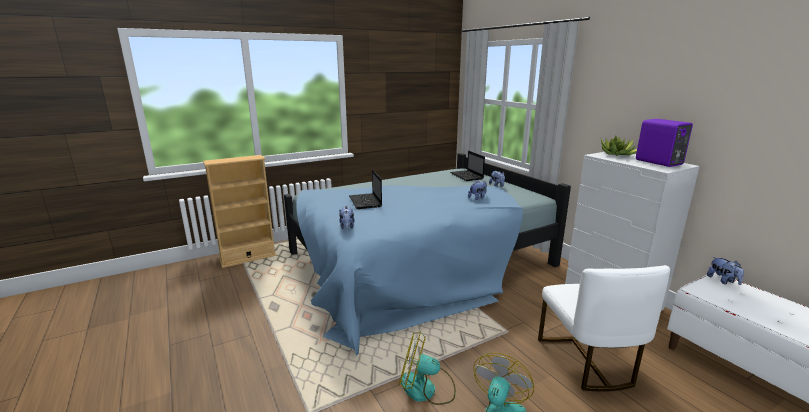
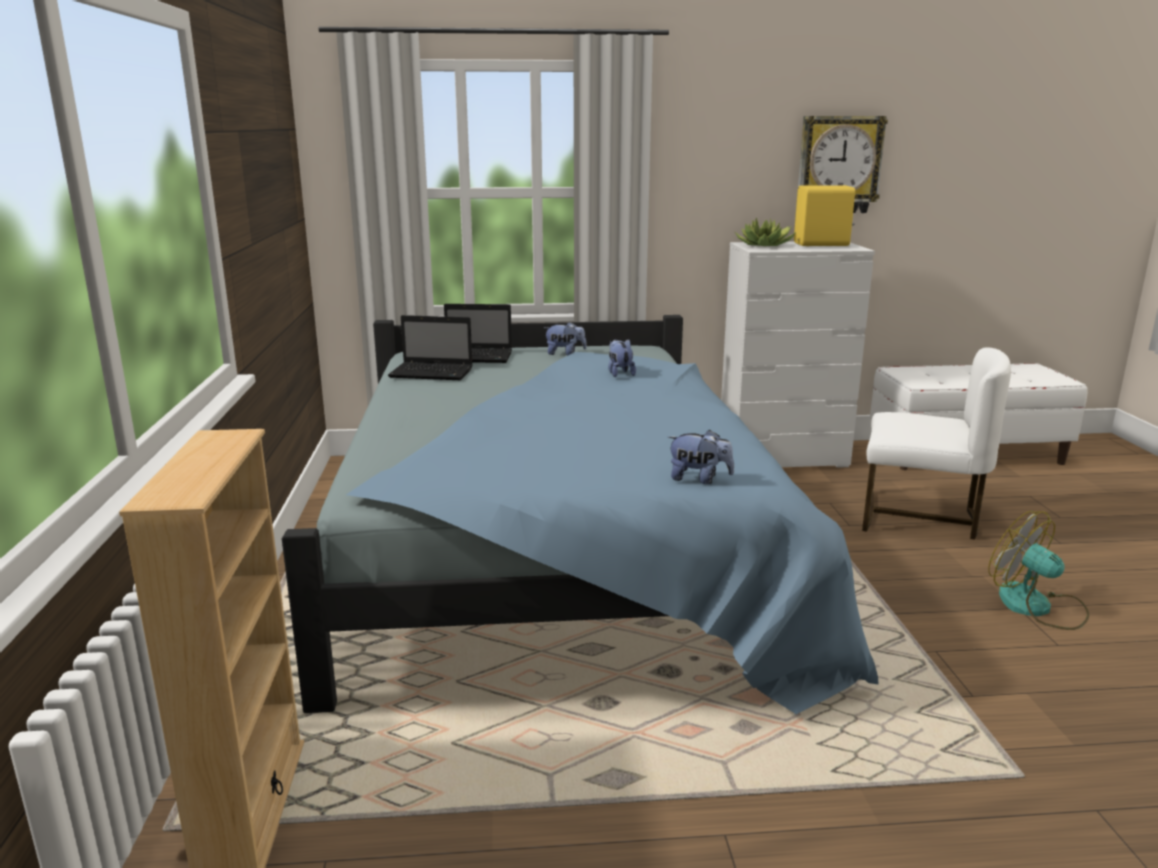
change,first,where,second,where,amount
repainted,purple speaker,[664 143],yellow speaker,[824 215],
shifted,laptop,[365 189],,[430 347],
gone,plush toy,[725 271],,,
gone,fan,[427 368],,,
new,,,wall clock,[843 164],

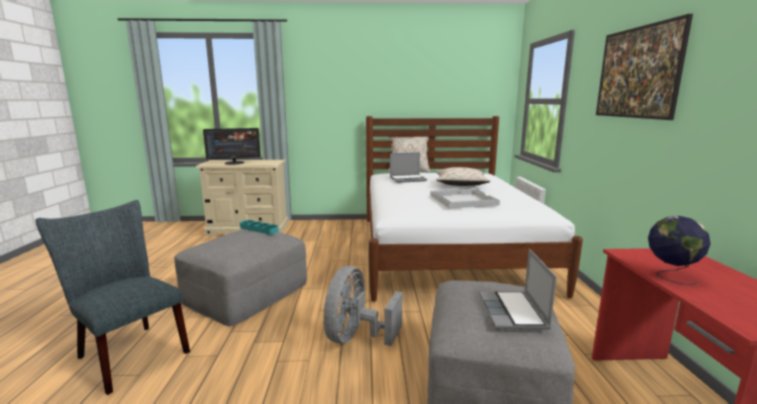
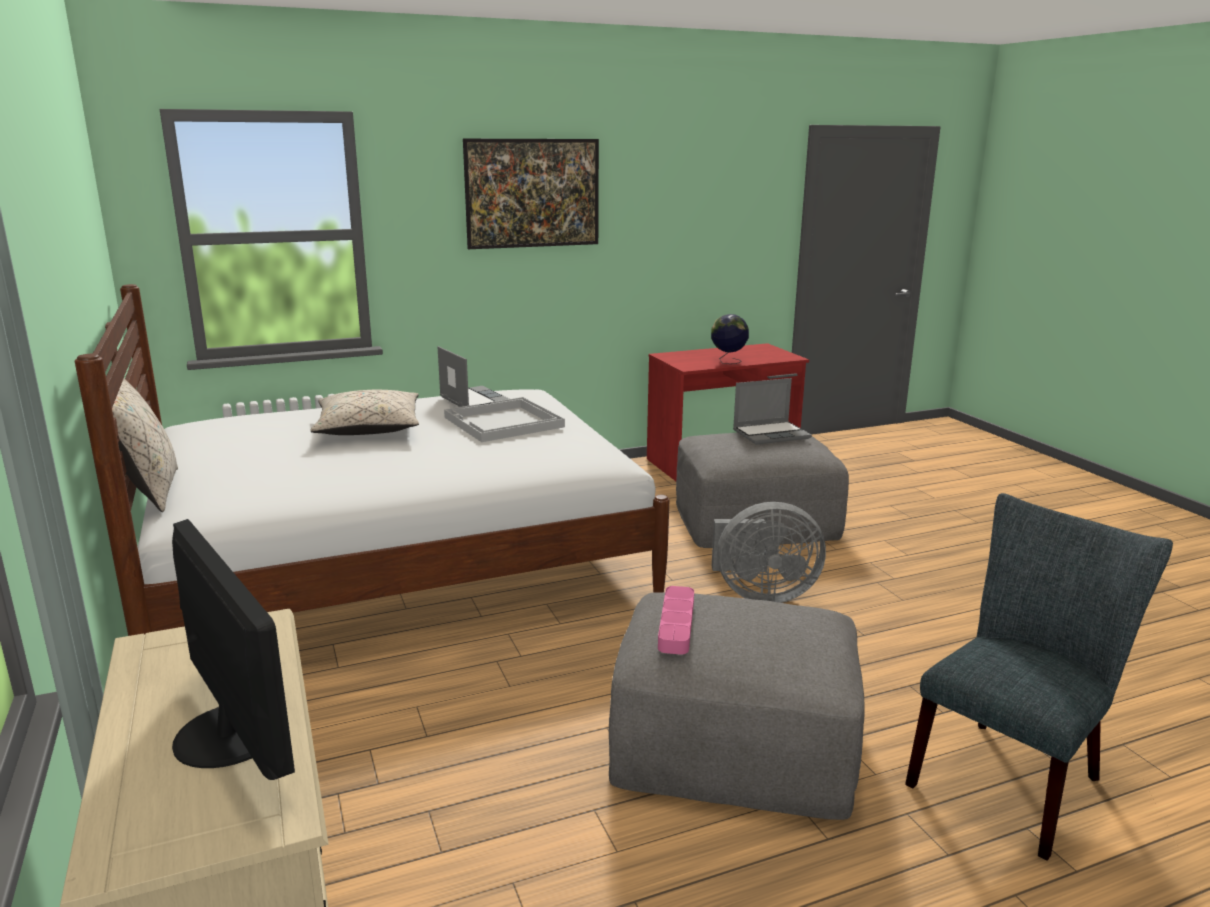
change,first,where,second,where,amount
shifted,laptop,[408 167],,[473 376],
rotated,grey chair,[112 297],,[1039 677],150 degrees counterclockwise
repainted,turquoise tray,[259 227],pink tray,[676 620],

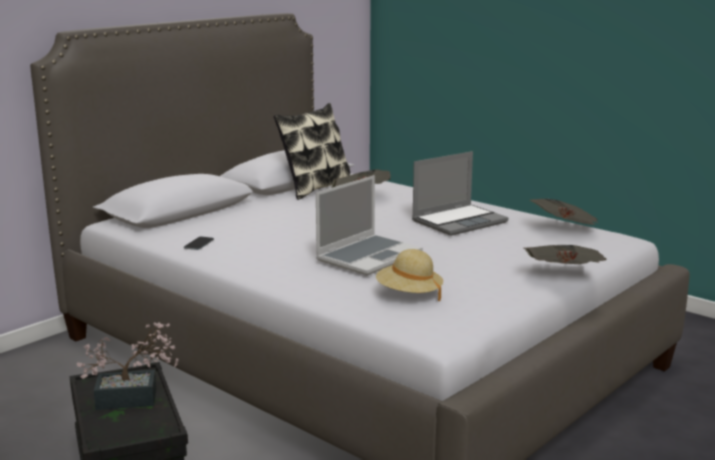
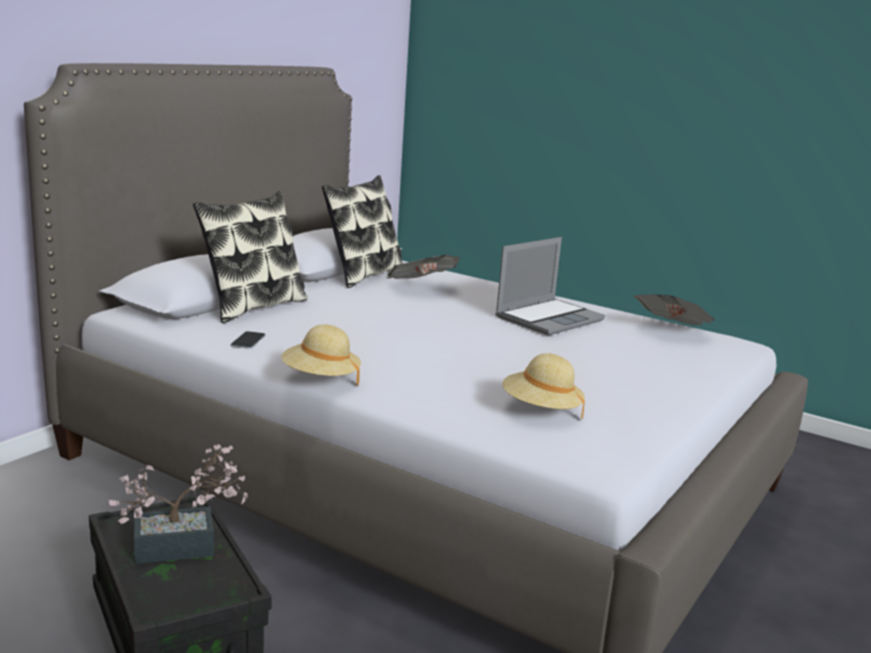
change,first,where,second,where,amount
gone,laptop,[369 225],,,
gone,newspaper,[565 254],,,
new,,,pillow,[250 257],
new,,,beige hat,[321 354],

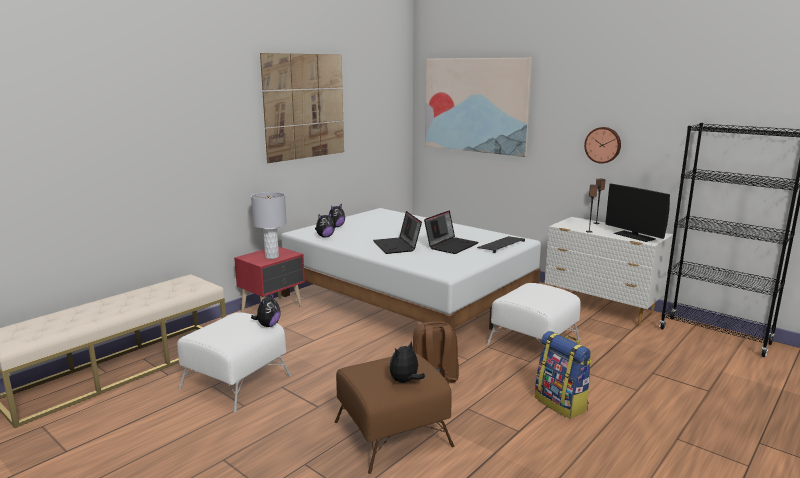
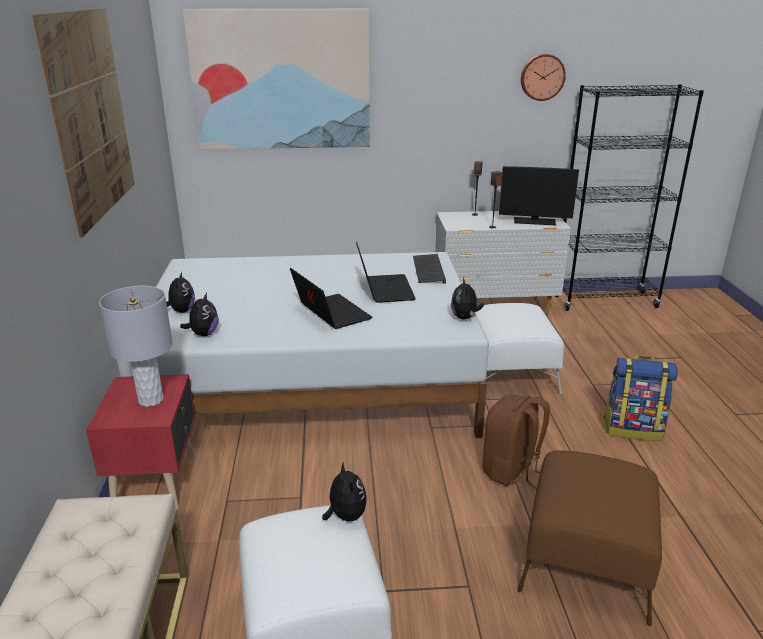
change,first,where,second,where,amount
shifted,wall clock,[602 145],,[543 77],
rotated,laptop,[397 232],,[331 298],150 degrees counterclockwise
shifted,plush toy,[407 362],,[467 299],

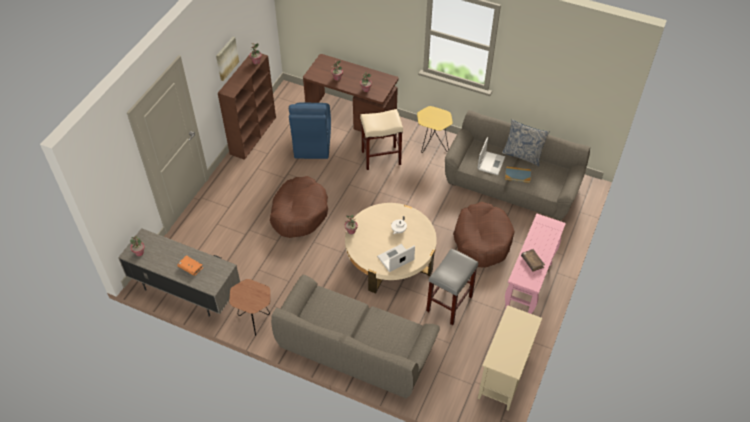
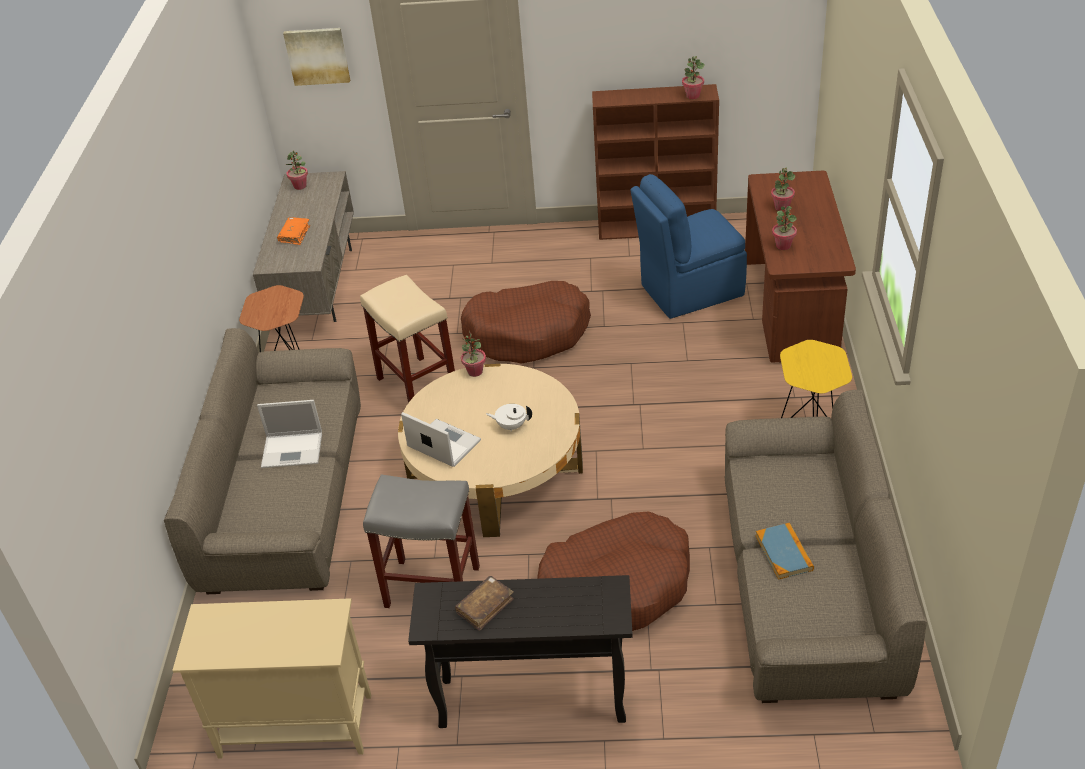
change,first,where,second,where,amount
shifted,picture,[227 59],,[316 57],
shifted,beige stool,[381 139],,[407 339],
gone,pillow,[526 142],,,
shifted,laptop,[491 156],,[289 434],
repainted,pink console table,[534 263],black console table,[520 651],

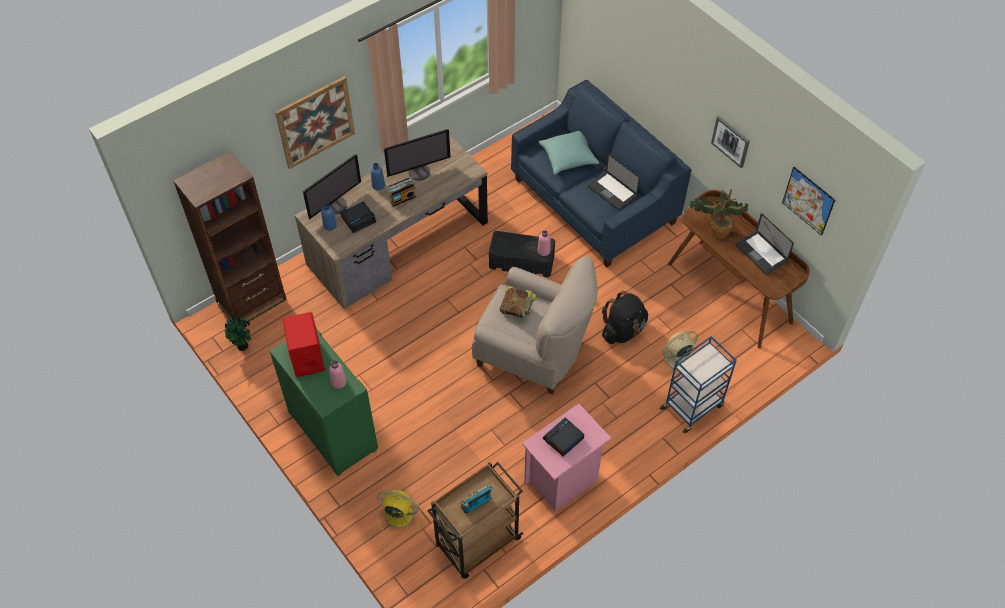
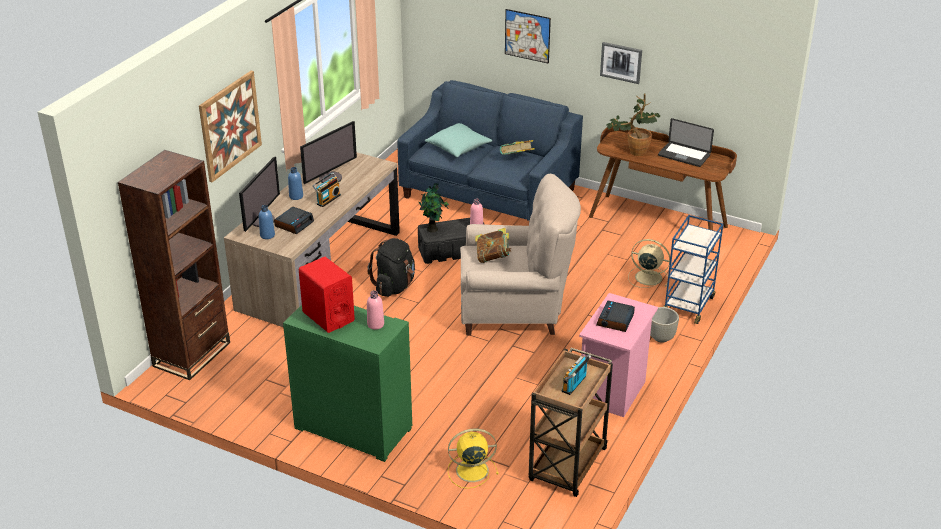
change,first,where,second,where,amount
swapped,laptop,[614 182],book,[517 147],
shifted,picture,[808 201],,[528 36],
shifted,black backpack,[625 317],,[391 267],
shifted,potted plant,[238 333],,[434 208],
rotated,beige fan,[677 353],,[649 263],75 degrees clockwise
new,,,grey planter,[664 324],

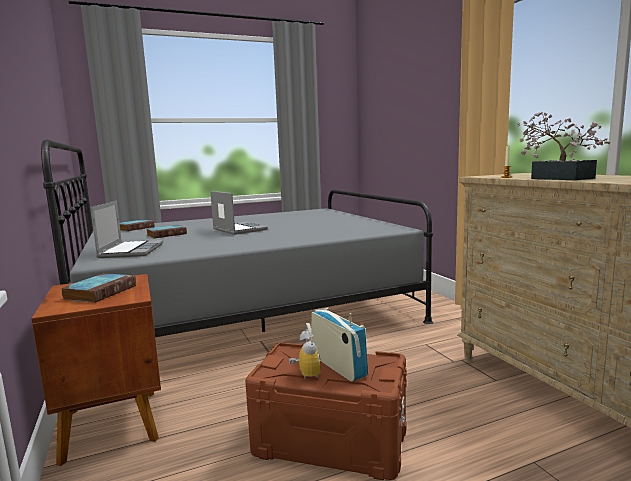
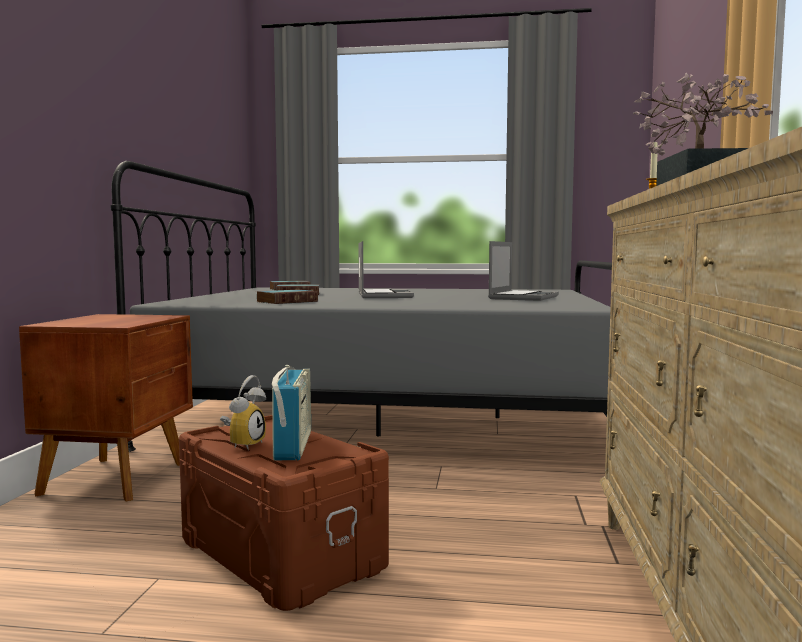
change,first,where,second,where,amount
shifted,laptop,[126 229],,[523 271],
shifted,book,[99 288],,[287 297],

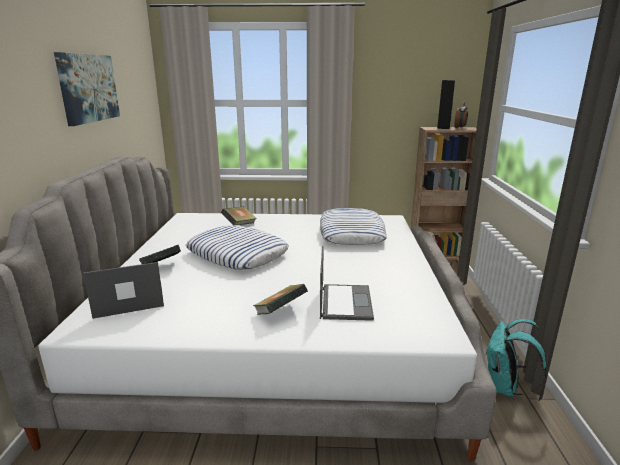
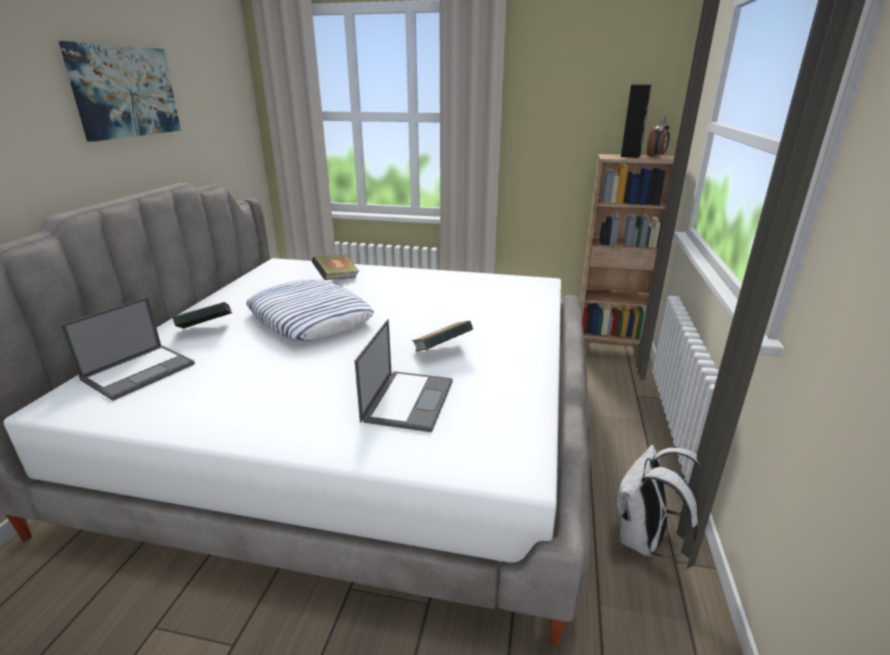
change,first,where,second,where,amount
gone,pillow,[353 226],,,
rotated,laptop,[123 290],,[127 349],135 degrees clockwise
shifted,book,[280 299],,[442 335],
repainted,turquoise backpack,[516 358],white backpack,[660 501],

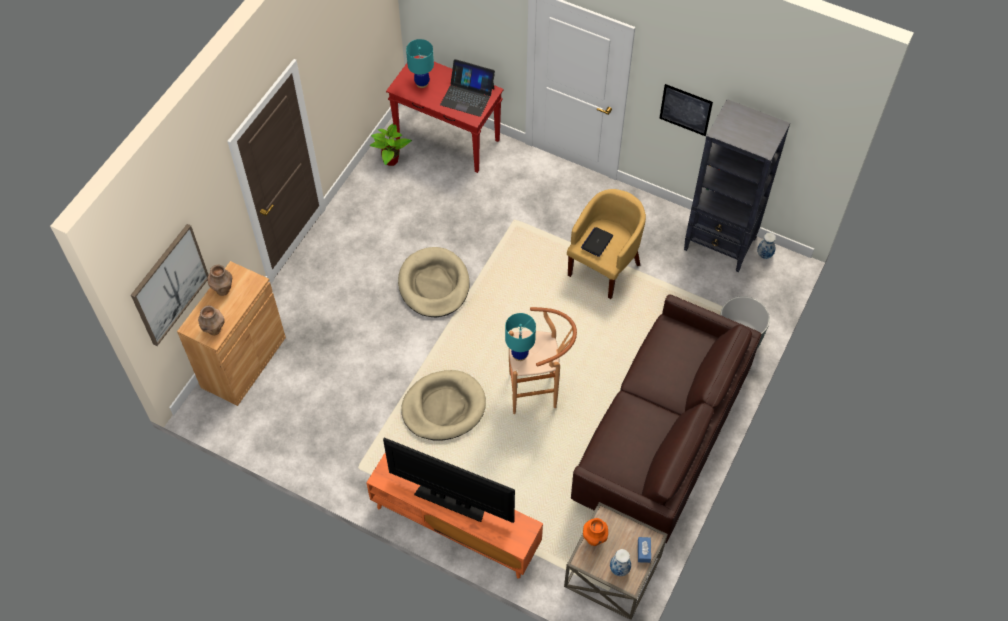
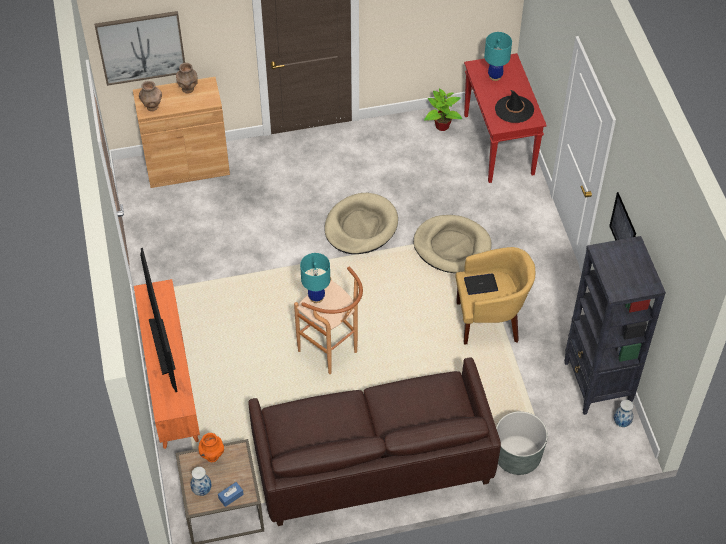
change,first,where,second,where,amount
swapped,laptop,[467 88],black hat,[514 106],
shifted,beige dog bed,[443 405],,[452 244],

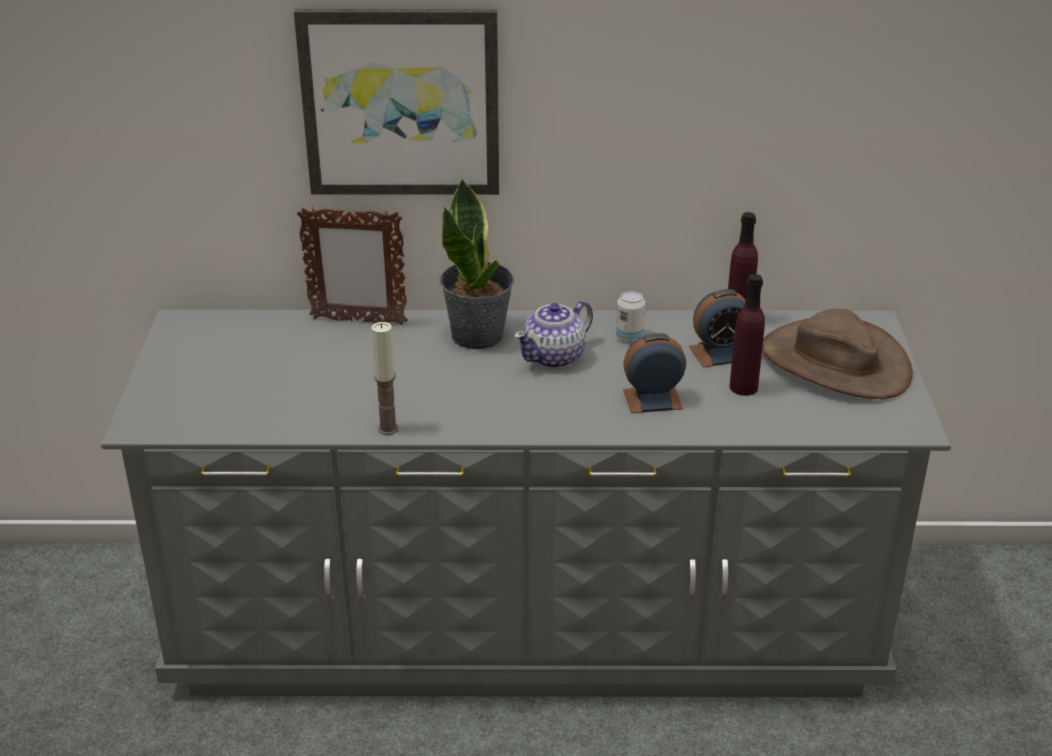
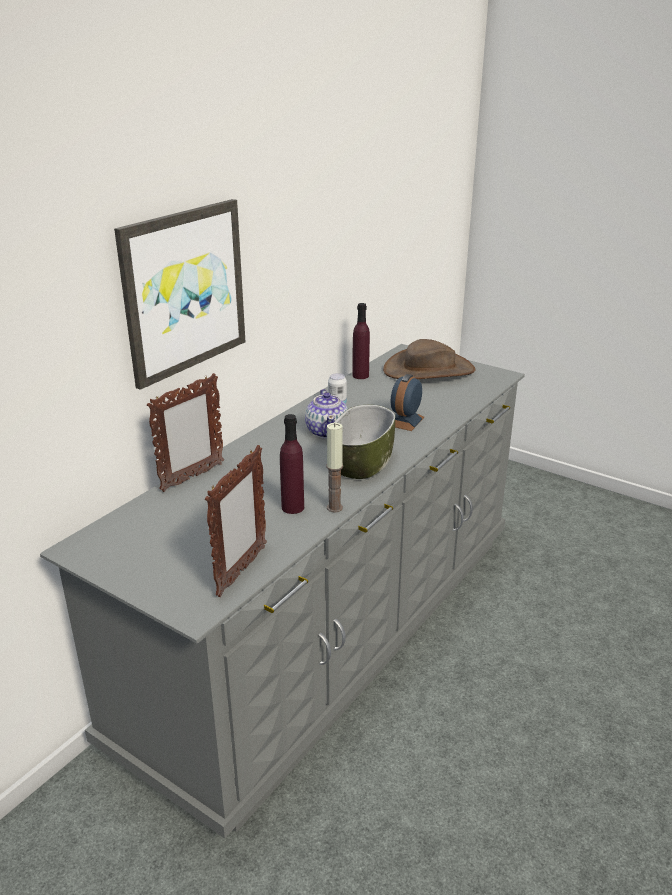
change,first,where,second,where,amount
gone,potted plant,[477 263],,,
shifted,purple bottle,[747 335],,[292 464],
gone,alarm clock,[717 328],,,
new,,,bowl,[364 442],
new,,,picture frame,[236 521],

